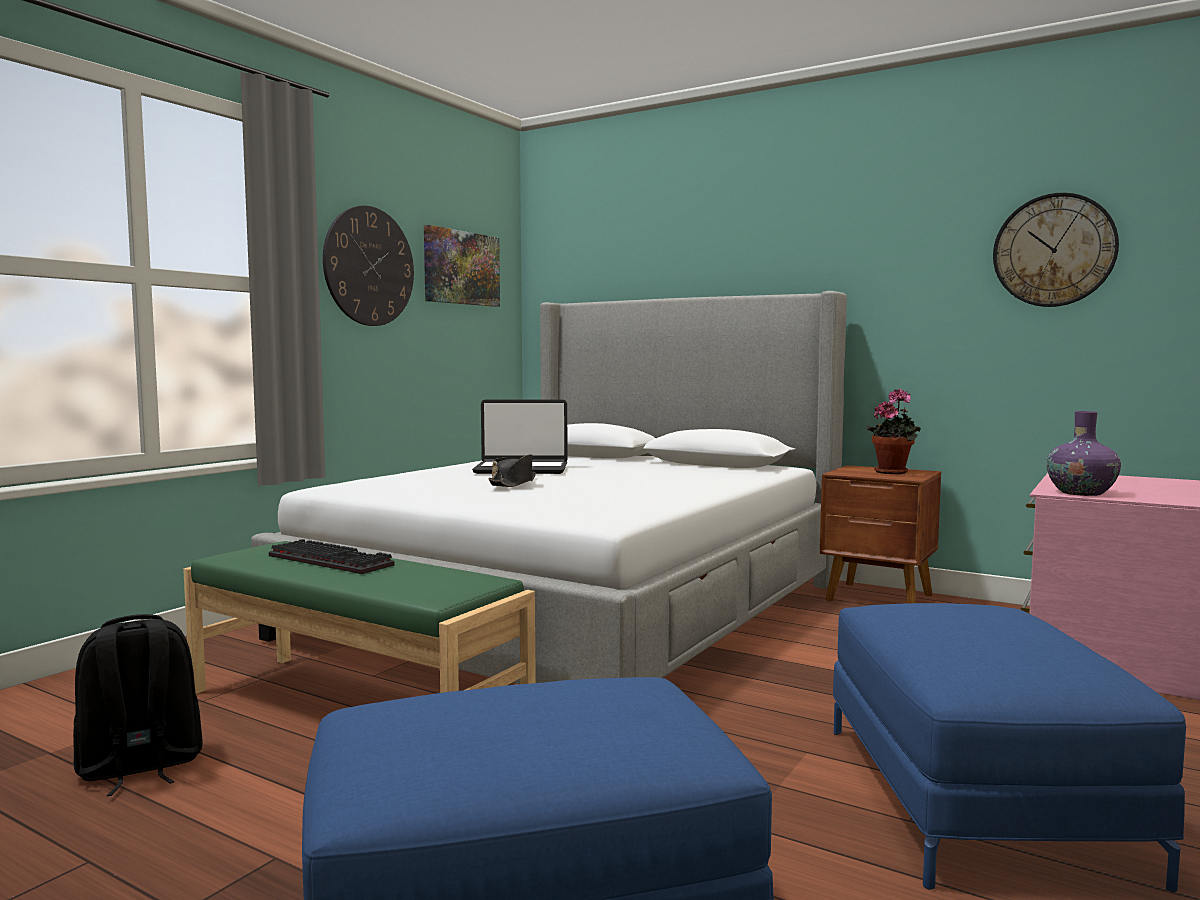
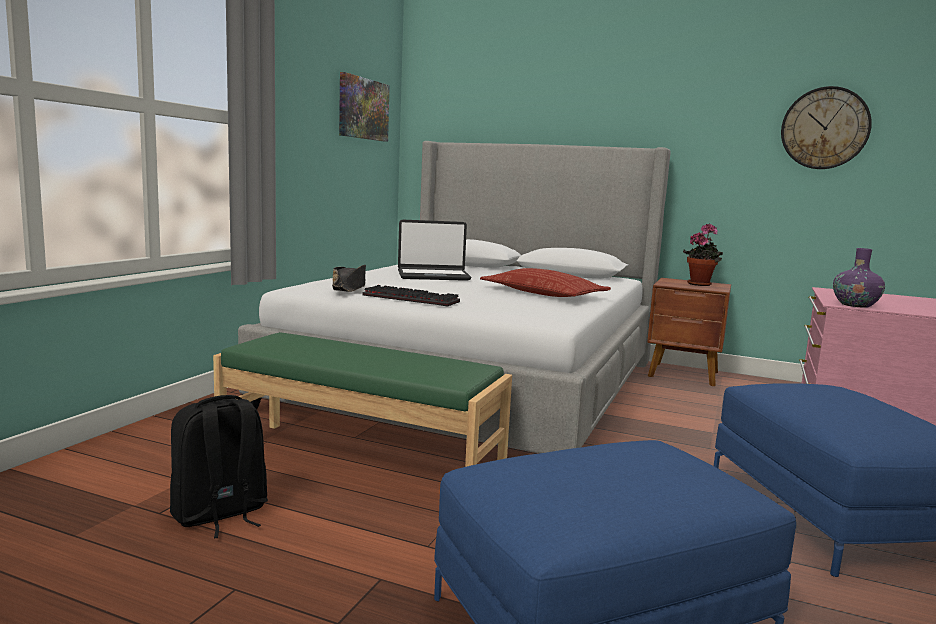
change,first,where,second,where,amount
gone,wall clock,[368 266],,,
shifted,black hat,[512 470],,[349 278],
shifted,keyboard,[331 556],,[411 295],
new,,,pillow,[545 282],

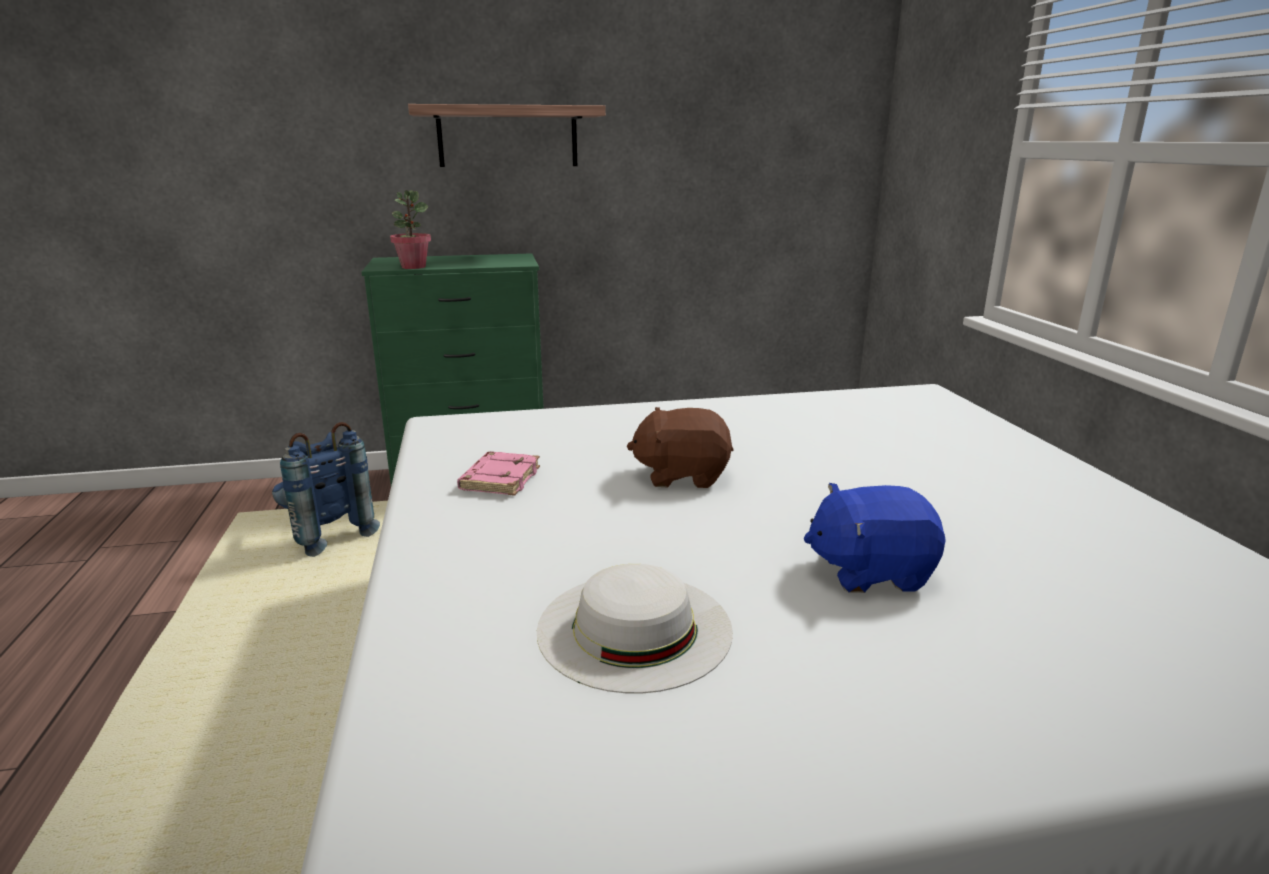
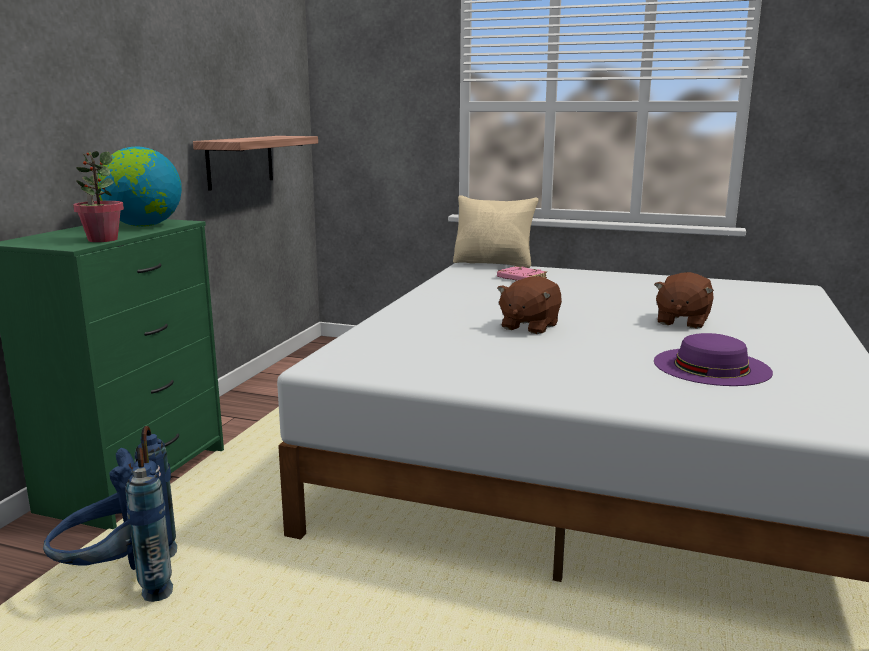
change,first,where,second,where,amount
shifted,shelf,[507 135],,[255 163],
shifted,pink book,[498 474],,[522 273],
repainted,blue plush toy,[875 538],brown plush toy,[684 300],
repainted,white hat,[635 628],purple hat,[713 359],
new,,,globe,[139 187],
new,,,beige pillow,[496 231],

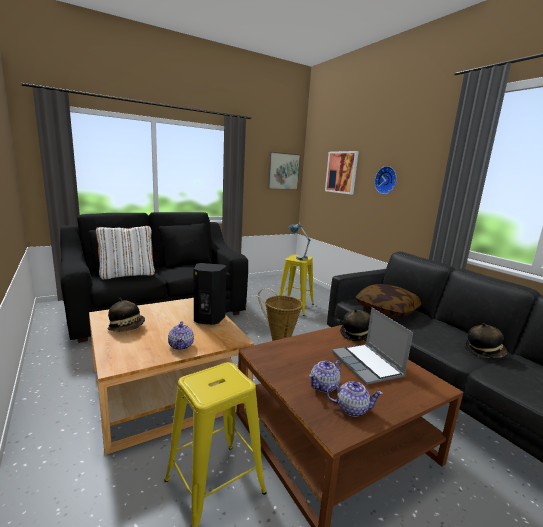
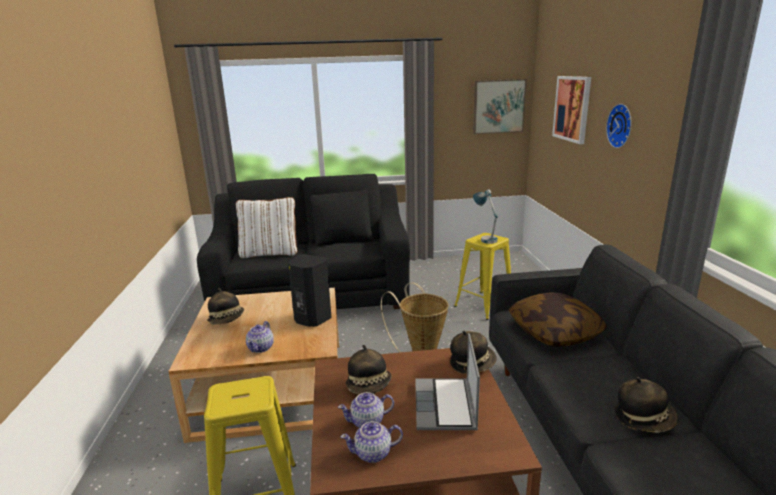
change,first,where,second,where,amount
rotated,teapot,[355 399],,[372 442],135 degrees clockwise
new,,,hat,[369 369],

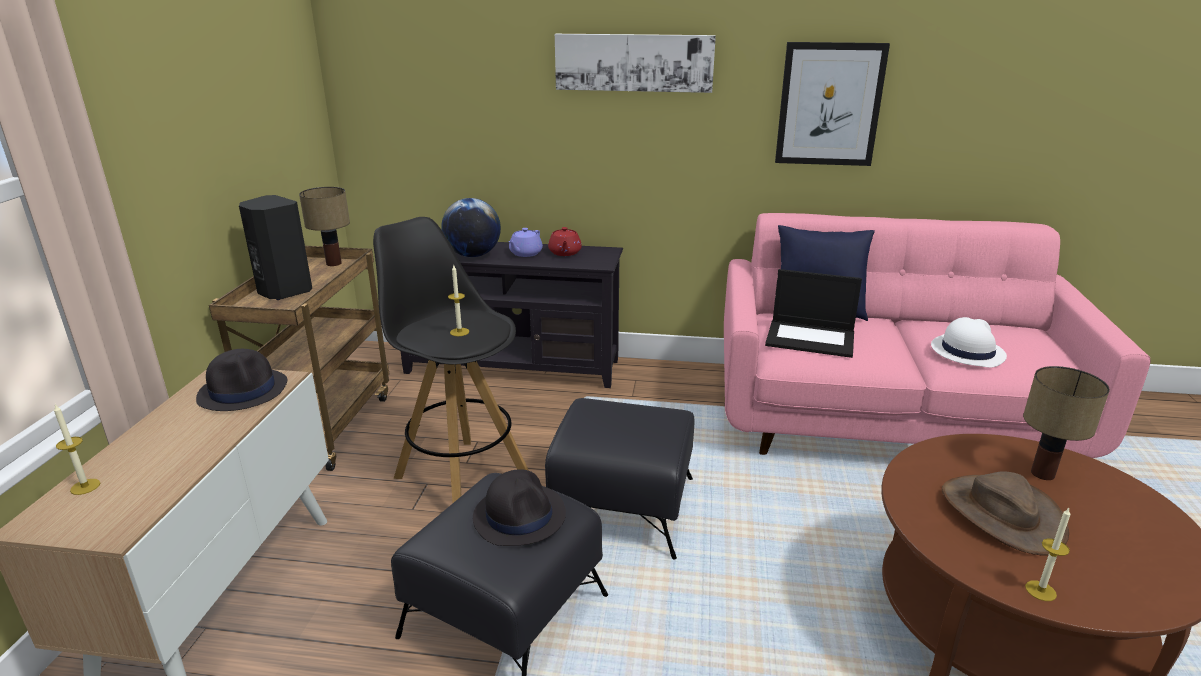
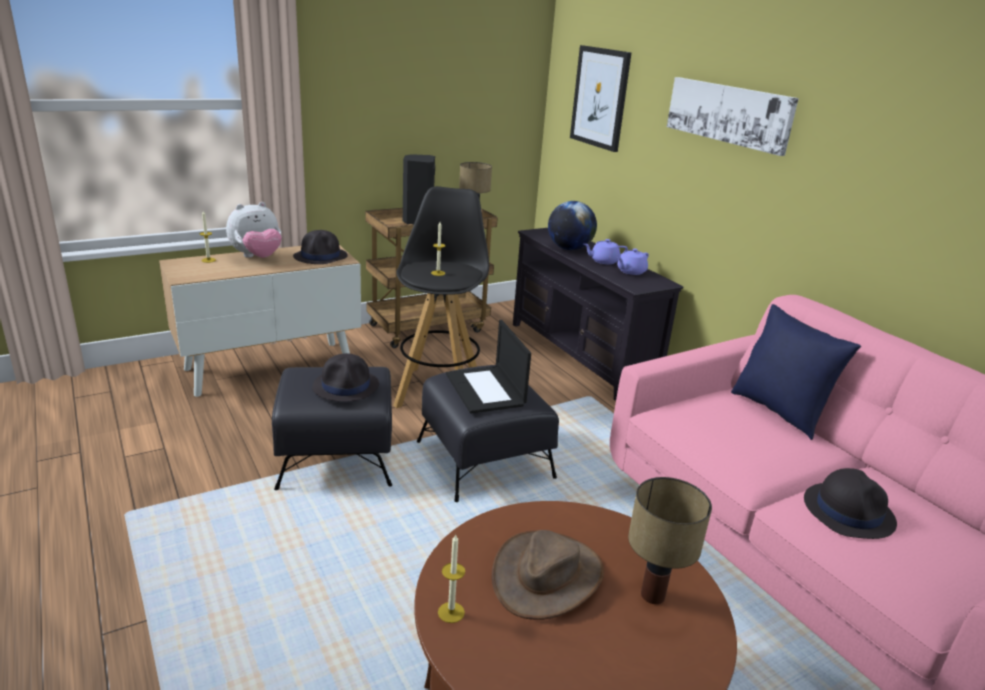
change,first,where,second,where,amount
shifted,picture,[832 104],,[600 98],
repainted,red teapot,[565 241],purple teapot,[633 261],
shifted,laptop,[813 313],,[488 366],
repainted,white hat,[969 342],black hat,[850 503],
new,,,plush toy,[254 230],

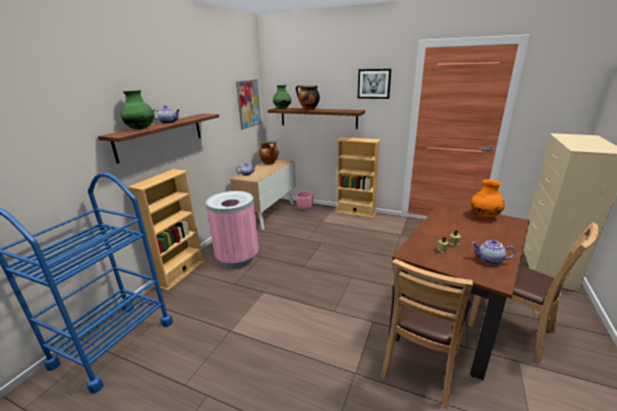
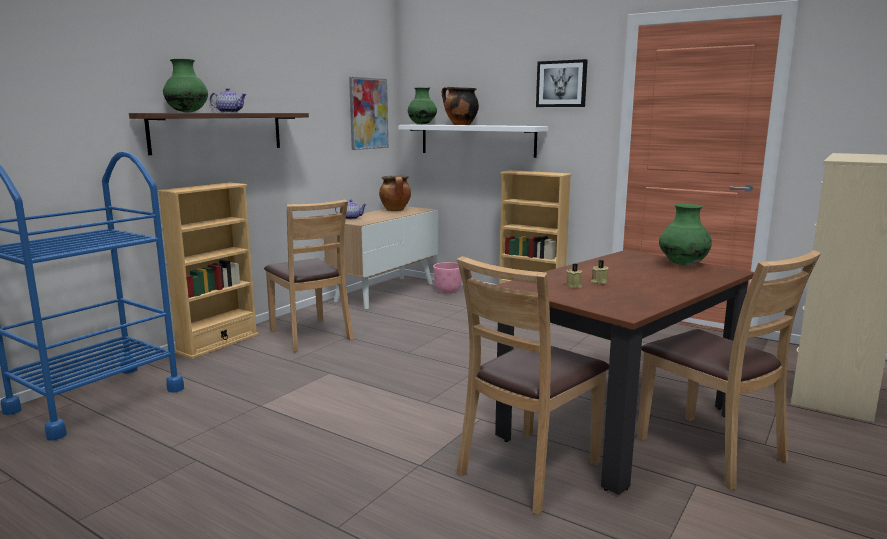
change,first,where,second,where,amount
repainted,brown shelf,[316 118],white shelf,[473 141],
repainted,orange vase,[488 199],green vase,[685 234],
swapped,pink trash can,[232 229],brown chair,[309 276],
gone,teapot,[493 252],,,

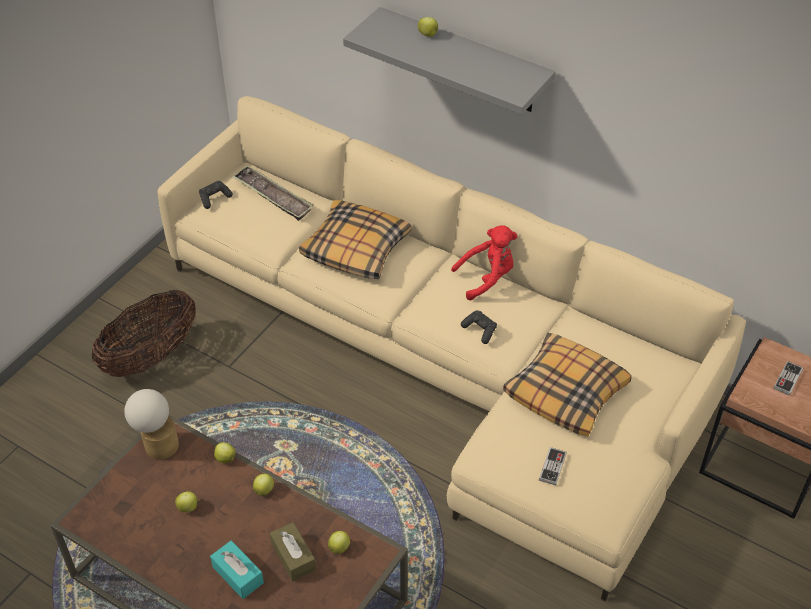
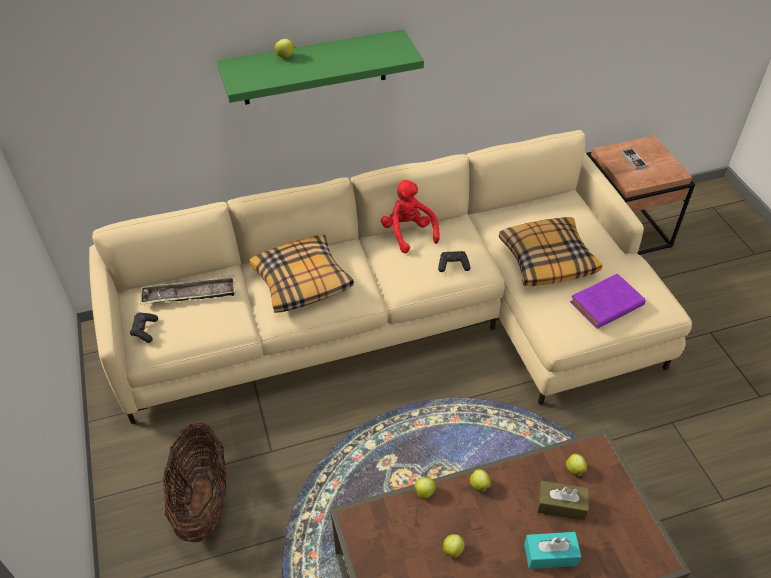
change,first,where,second,where,amount
repainted,grey shelf,[449 61],green shelf,[320 67],
rotated,red plush toy,[484 262],,[410 217],45 degrees counterclockwise
gone,table lamp,[151 424],,,
swapped,game controller,[553 466],purple book,[607 301],

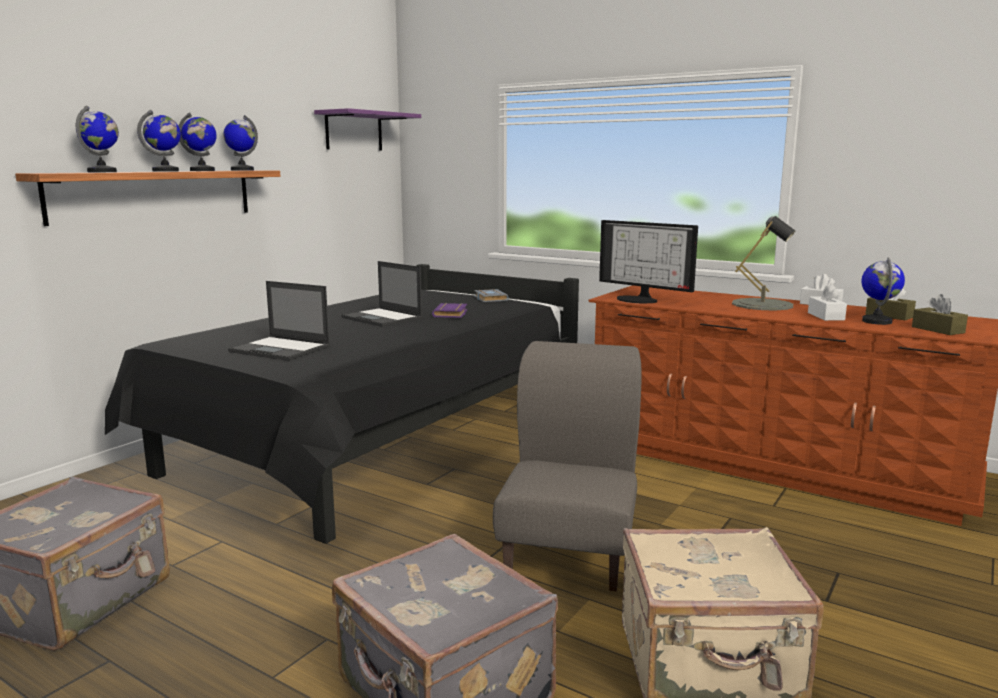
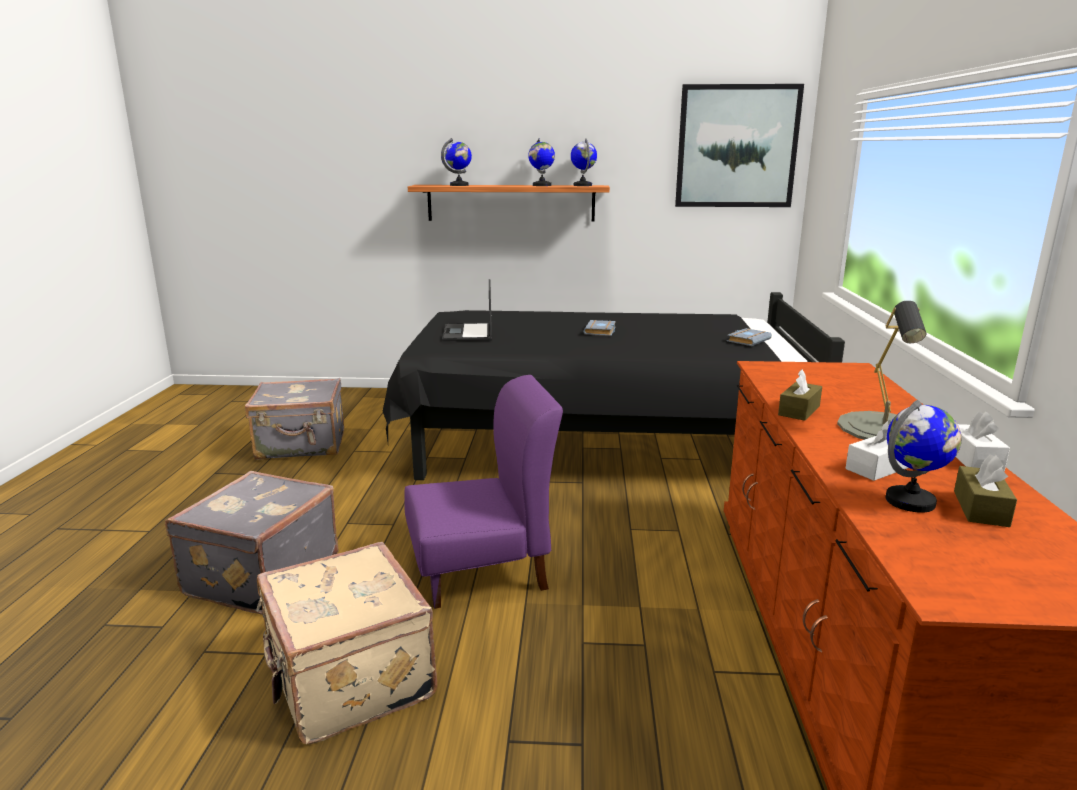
change,first,where,second,where,amount
swapped,purple shelf,[367 129],picture,[739 145],
gone,globe,[159 141],,,
gone,monitor,[648 261],,,
swapped,laptop,[381 294],grey book,[599 328],
shifted,brown tissue box,[940 314],,[800 395],
gone,purple book,[449 310],,,
repainted,grey chair,[567 466],purple chair,[483 492],

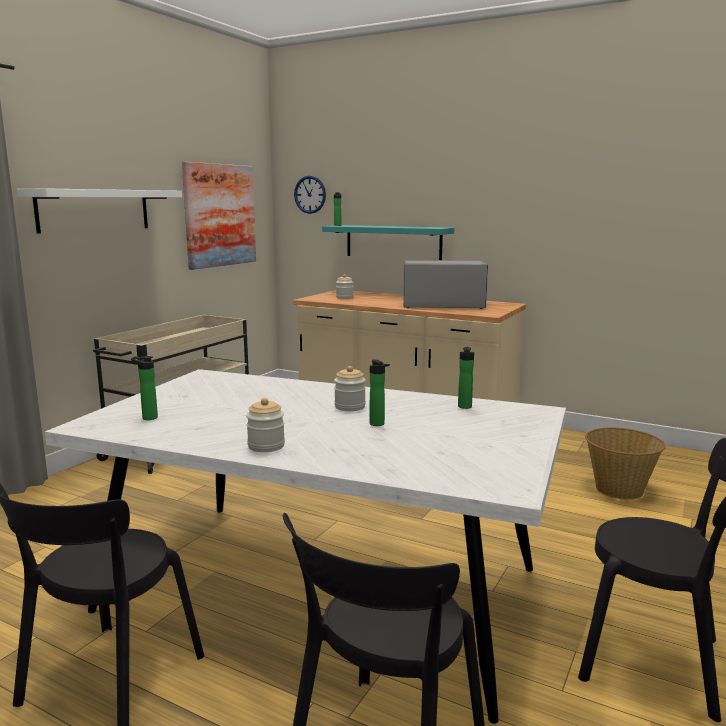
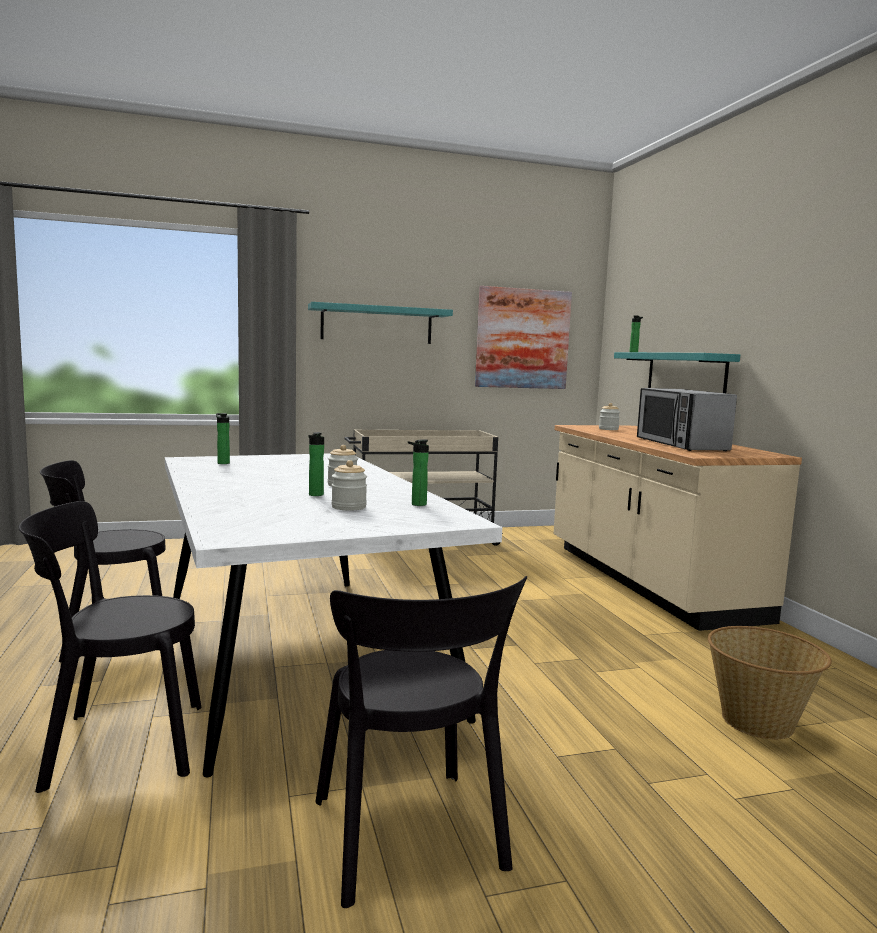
change,first,where,second,where,amount
gone,wall clock,[310 195],,,
repainted,white shelf,[99 211],turquoise shelf,[380 323],
rotated,microwave,[445 284],,[687 419],150 degrees counterclockwise
shifted,jar,[265 425],,[349 485],

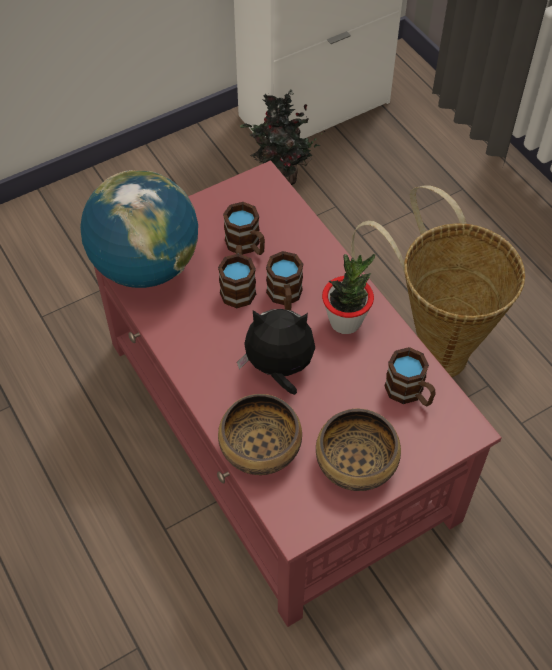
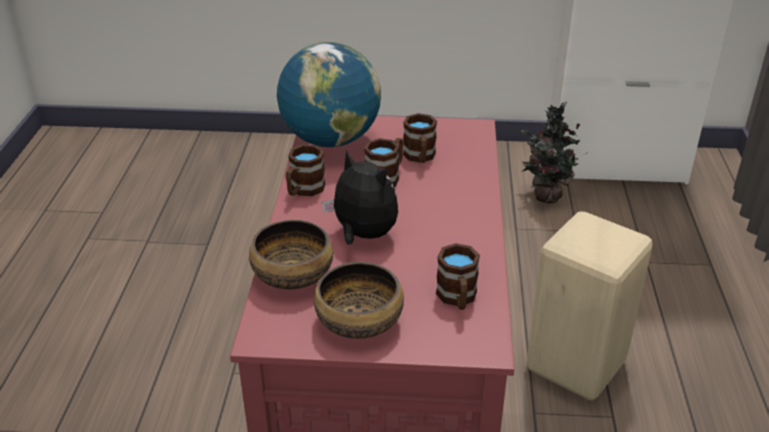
change,first,where,second,where,amount
swapped,basket,[438 281],beige stool,[589 306],
shifted,brown mug,[284 280],,[305 170],
gone,potted plant,[348 294],,,

